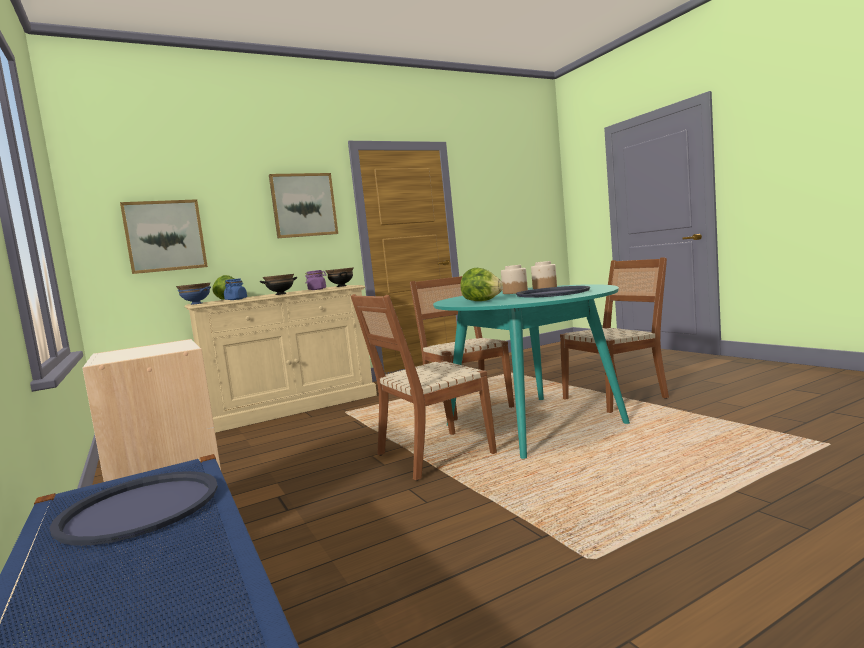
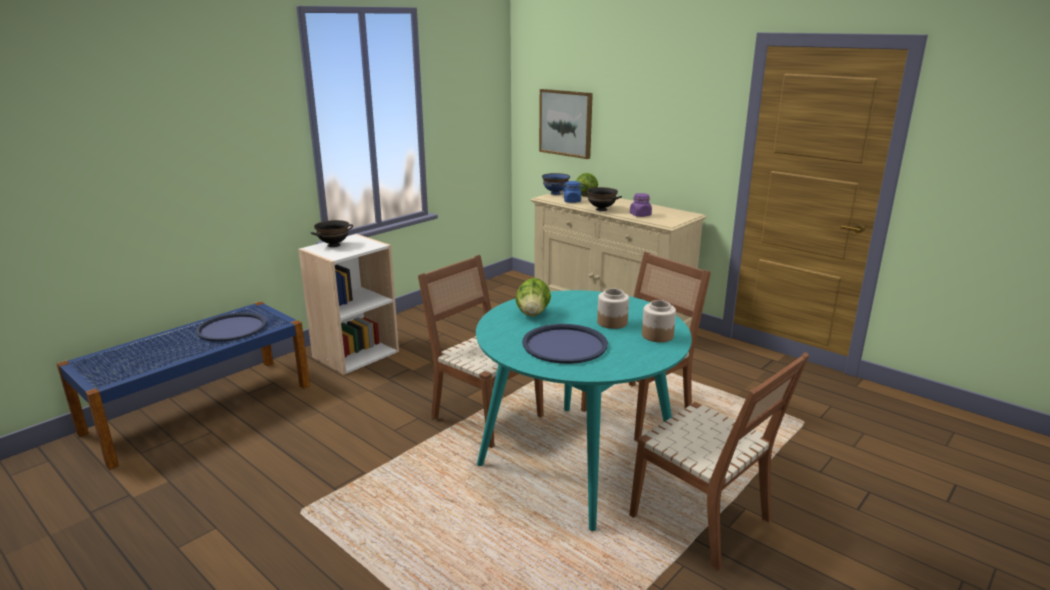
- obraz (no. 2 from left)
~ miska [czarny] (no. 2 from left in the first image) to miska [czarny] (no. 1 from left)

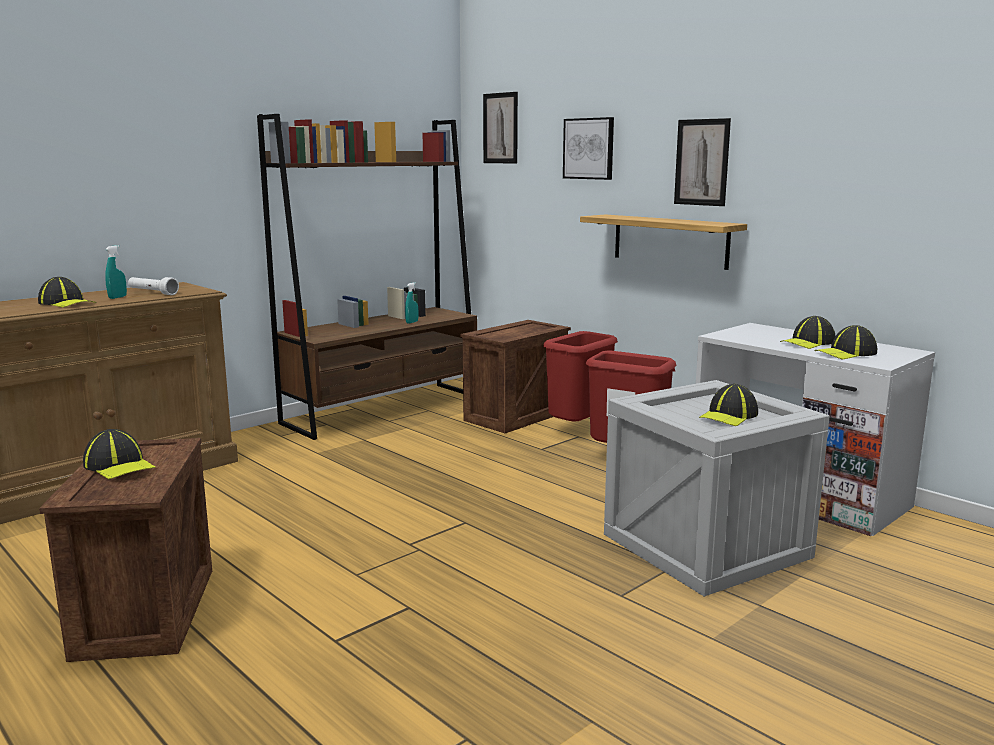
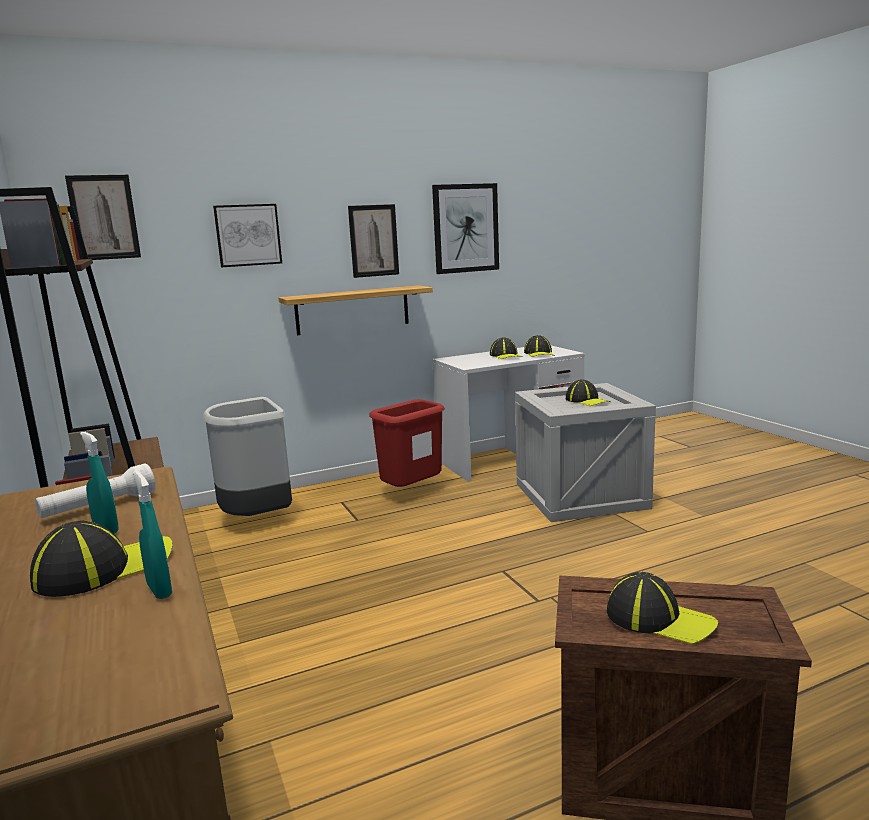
- kosz na śmieci [czerwony] (no. 1 from left)
+ obraz (no. 4 from left)
~ spryskiwacz [turkusowy] (no. 2 from left)
~ skrzynka (no. 2 from left) to kosz na śmieci [szary]
~ czapka z daszkiem (no. 2 from left in the first image) 60 degrees clockwise

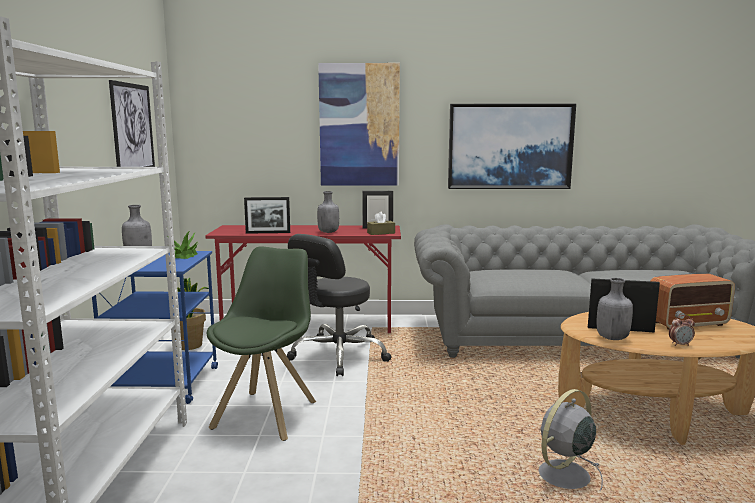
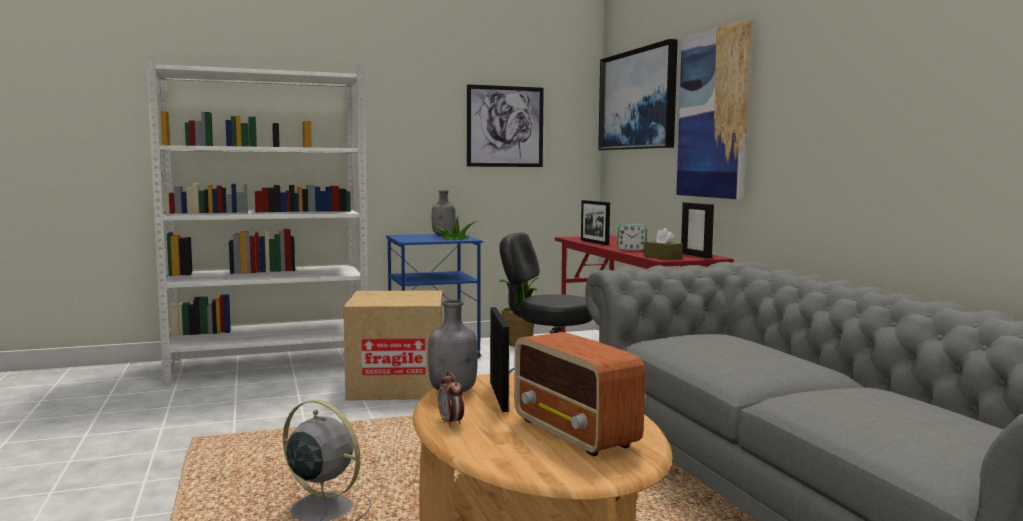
~ obraz (no. 3 from left in the first image) to obraz (no. 2 from left)
~ krzesło [zielony] to karton
~ butelka [szary] (no. 2 from left) to budzik (no. 2 from left)

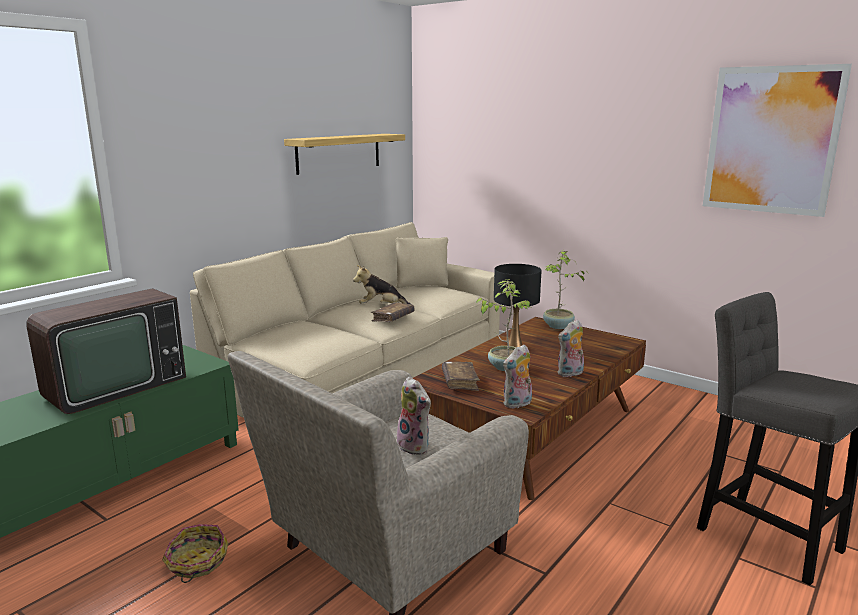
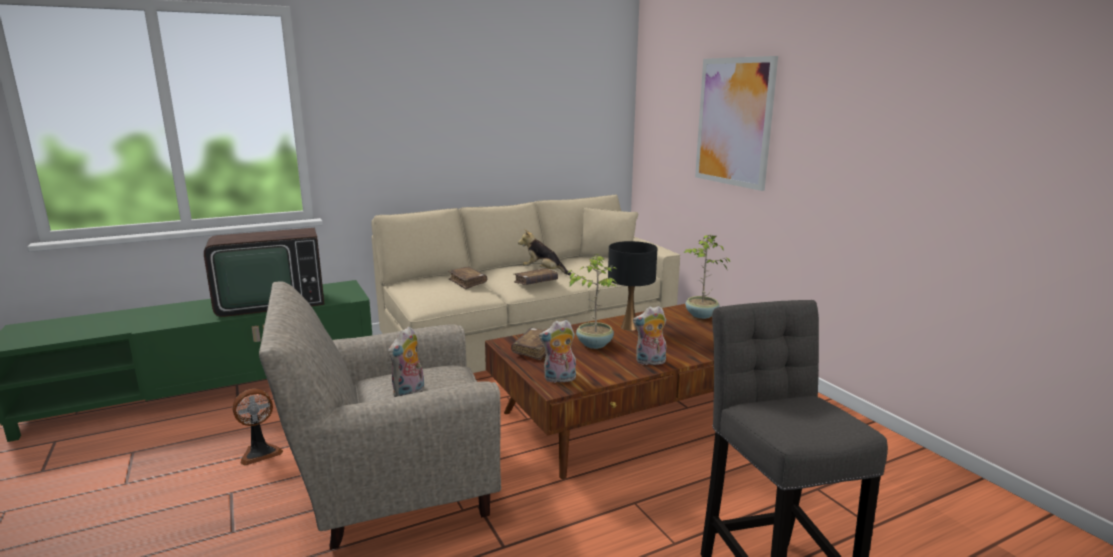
- półka
+ książka [brązowy] (no. 1 from left)
~ obraz
~ koszyk to wentylator
~ pluszak (no. 2 from left in the first image) 45 degrees clockwise

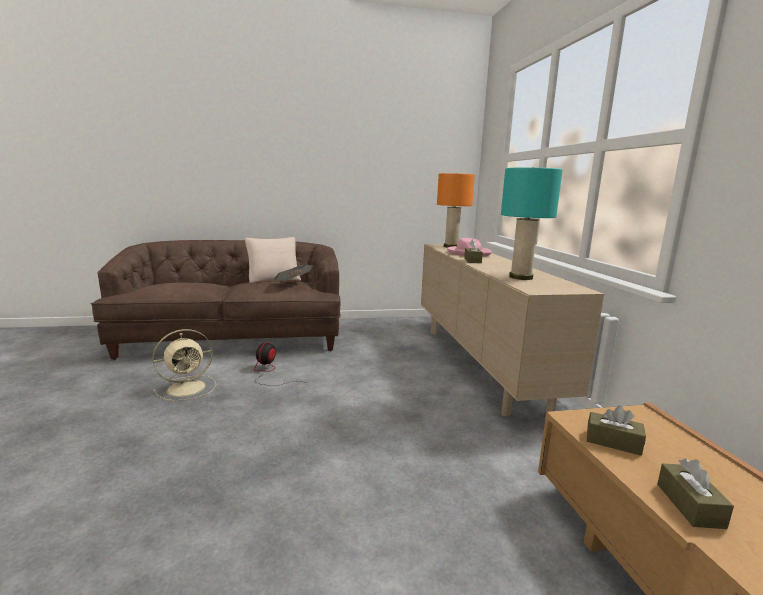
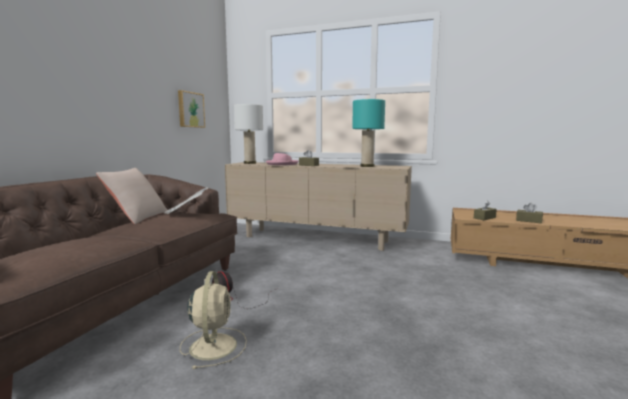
+ obraz
~ lampa stołowa [pomarańczowy] to lampa stołowa [biały]

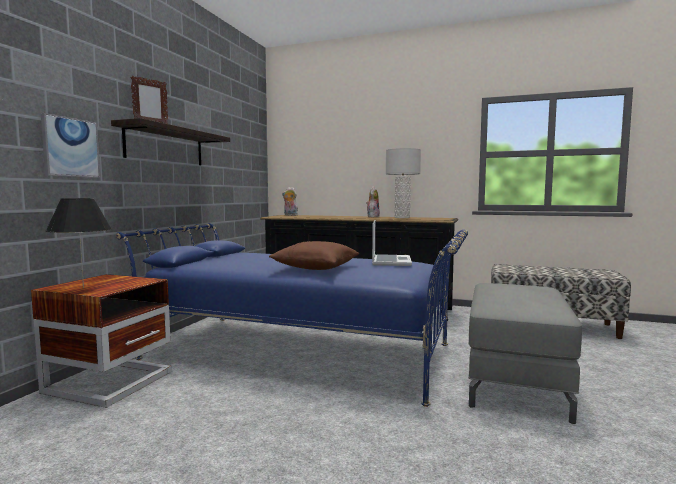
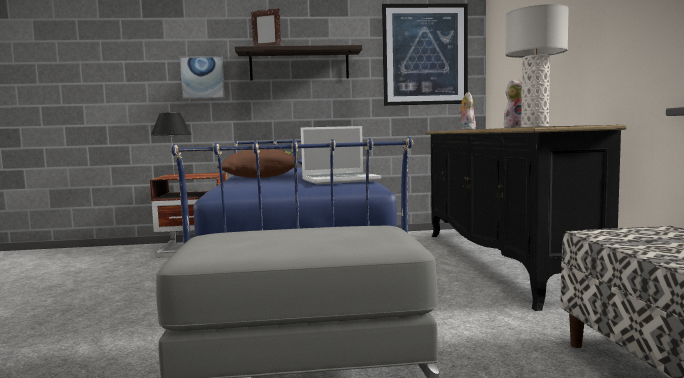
+ obraz (no. 2 from left)

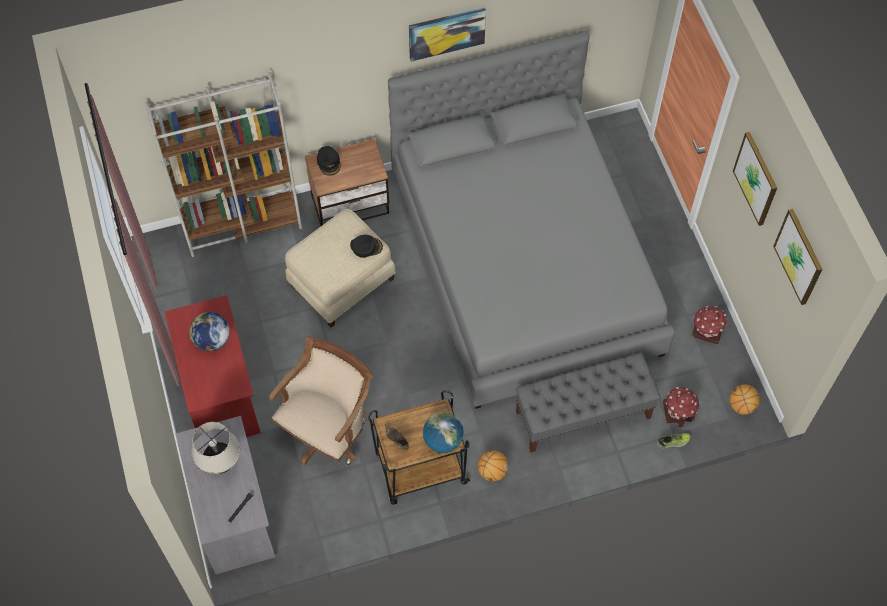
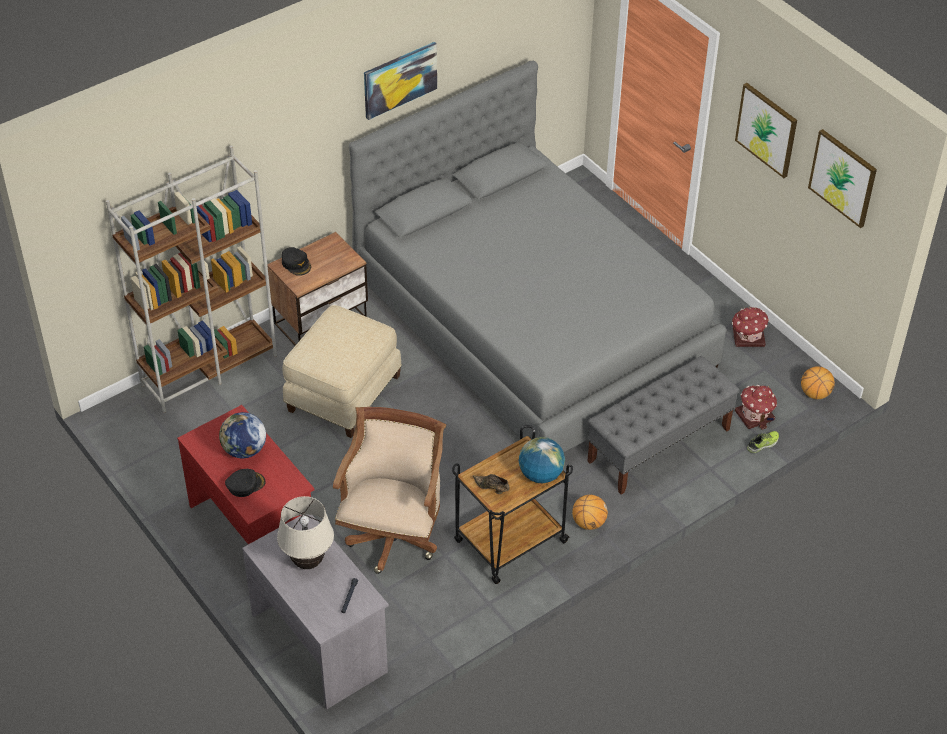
~ czapka z daszkiem [czarny] (no. 2 from left in the first image) to czapka z daszkiem [czarny] (no. 1 from left)

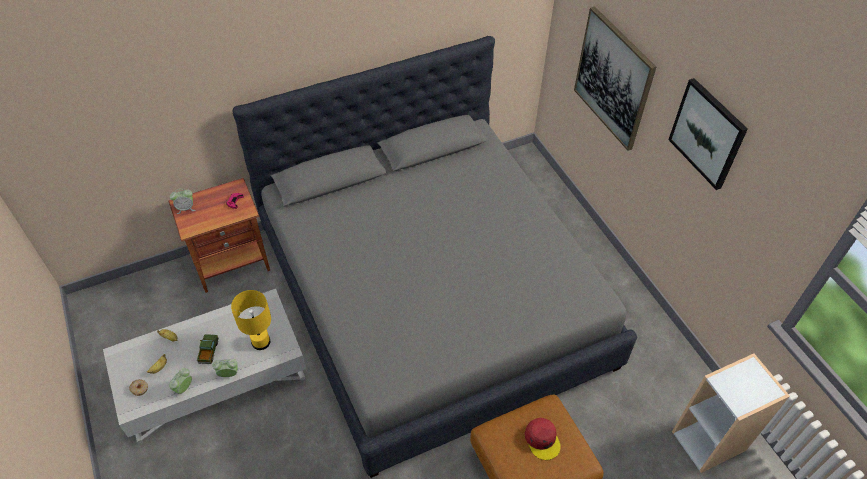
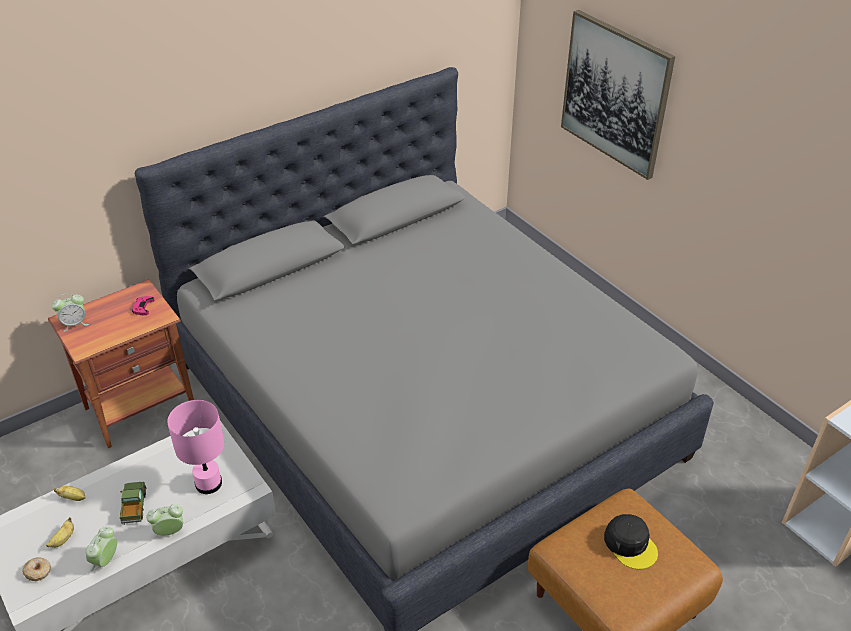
- obraz (no. 2 from left)
~ lampa stołowa [żółty] to lampa stołowa [różowy]
~ czapka z daszkiem [czerwony] to czapka z daszkiem [czarny]

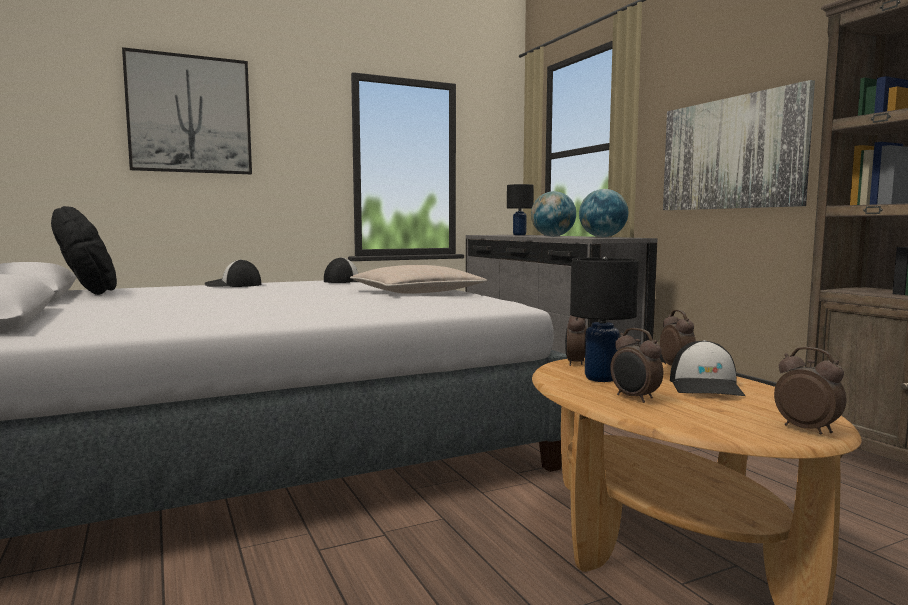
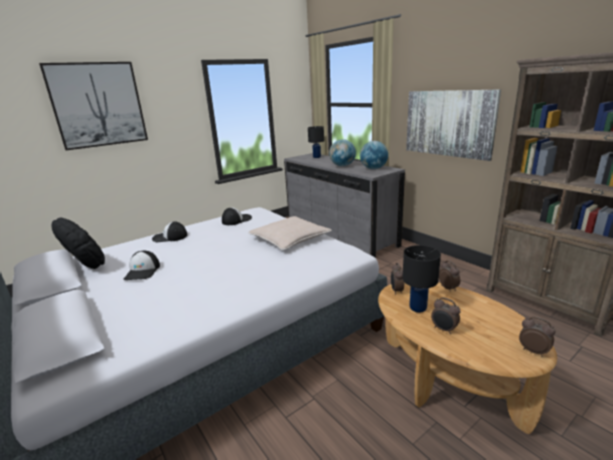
~ czapka z daszkiem (no. 3 from left in the first image) to czapka z daszkiem (no. 1 from left)

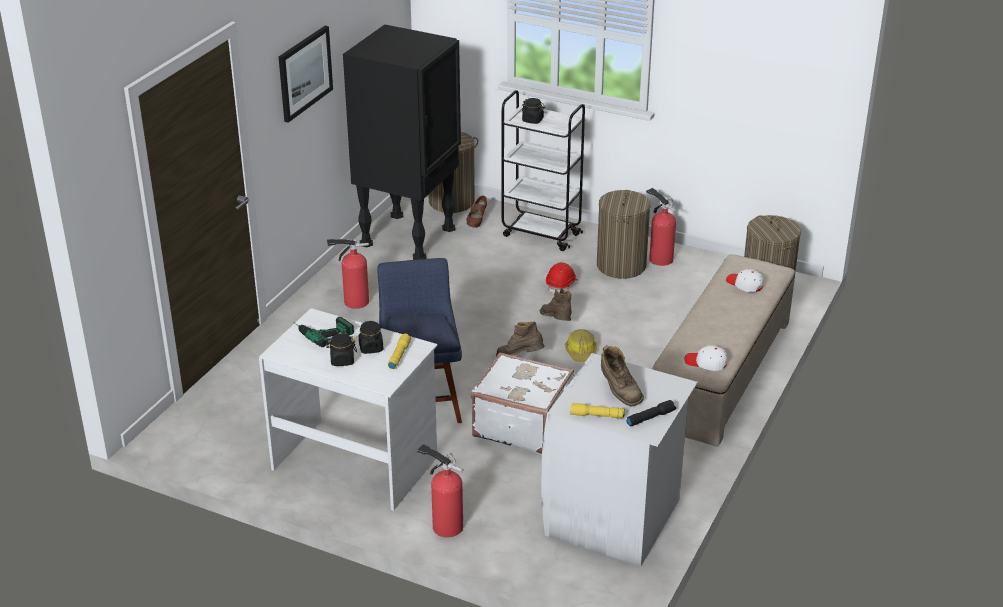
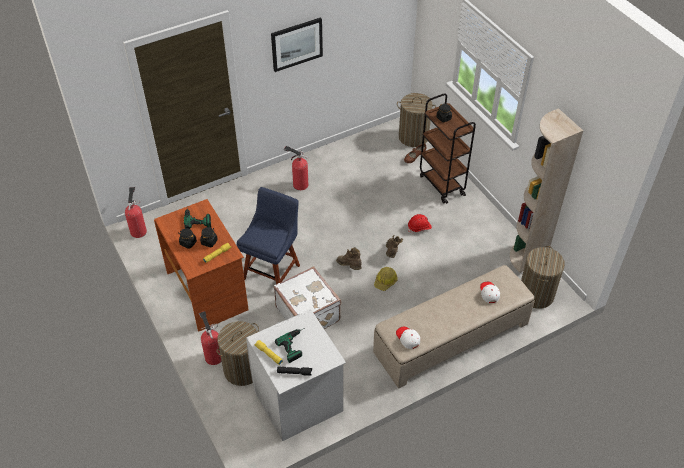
- szafka [czarny]
+ regał [beżowy]
~ kosz na pranie (no. 2 from left in the first image) to kosz na pranie (no. 1 from left)
~ gaśnica (no. 3 from left in the first image) to gaśnica (no. 1 from left)
~ but z cholewką [brązowy] (no. 3 from left) to wiertarka (no. 2 from left)
~ biurko [biały] to biurko [brązowy]
~ wózek [biały] to wózek [brązowy]

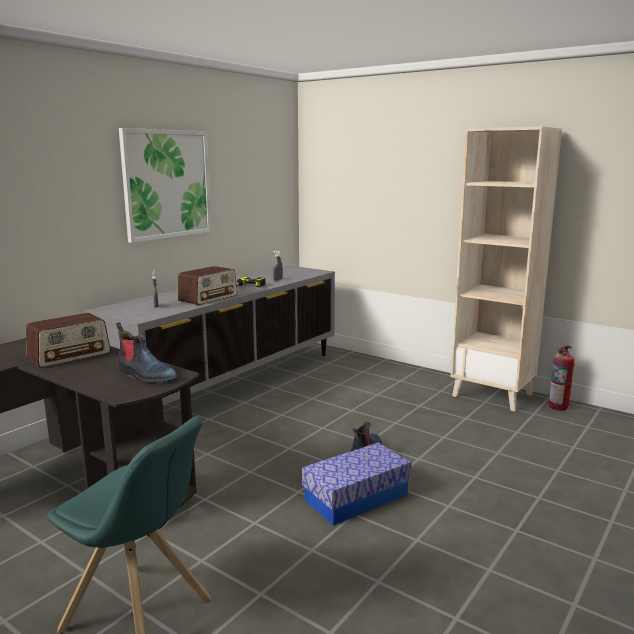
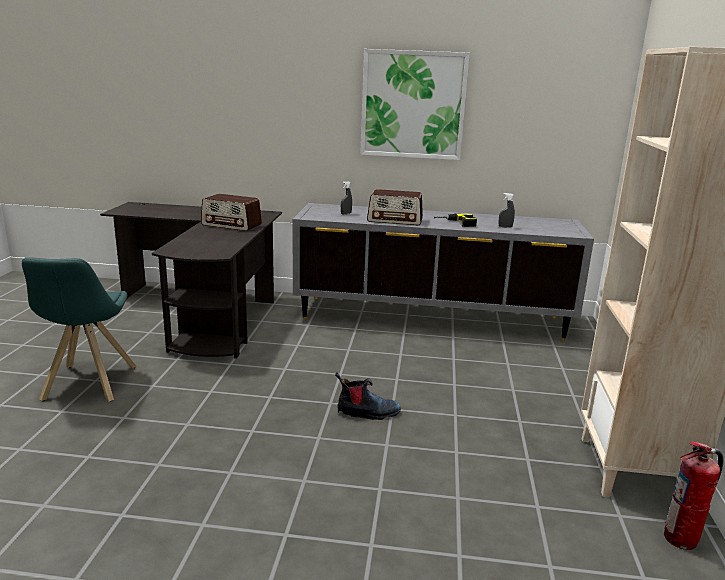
- but z cholewką (no. 1 from left)
- pojemnik do przechowywania

